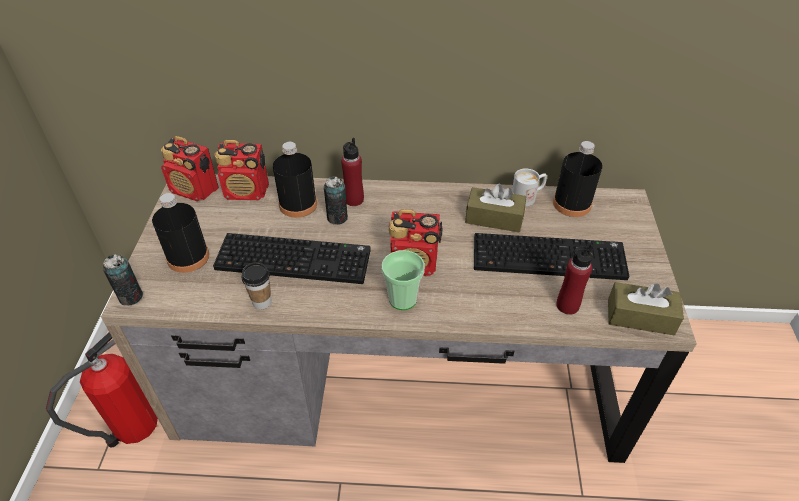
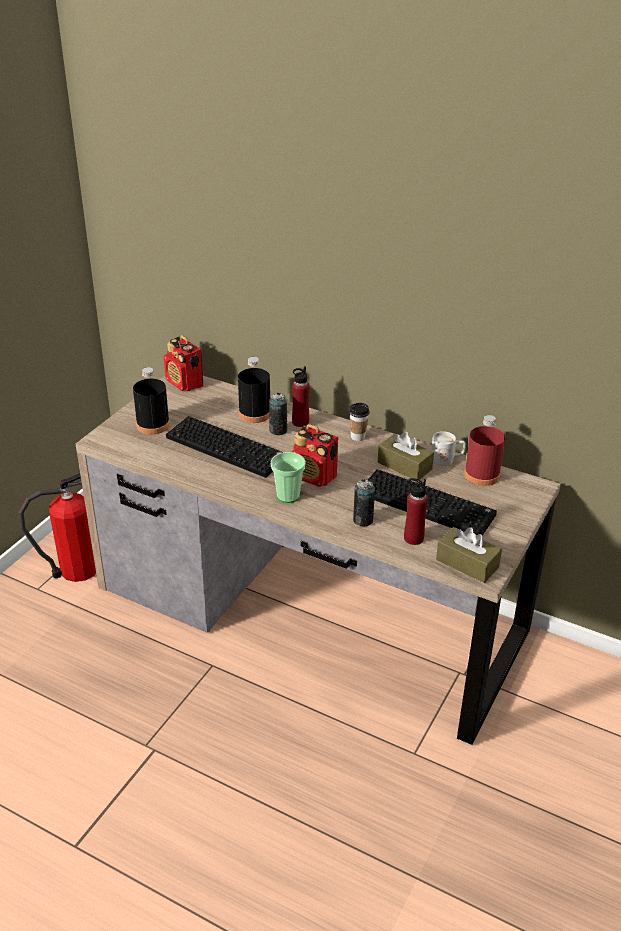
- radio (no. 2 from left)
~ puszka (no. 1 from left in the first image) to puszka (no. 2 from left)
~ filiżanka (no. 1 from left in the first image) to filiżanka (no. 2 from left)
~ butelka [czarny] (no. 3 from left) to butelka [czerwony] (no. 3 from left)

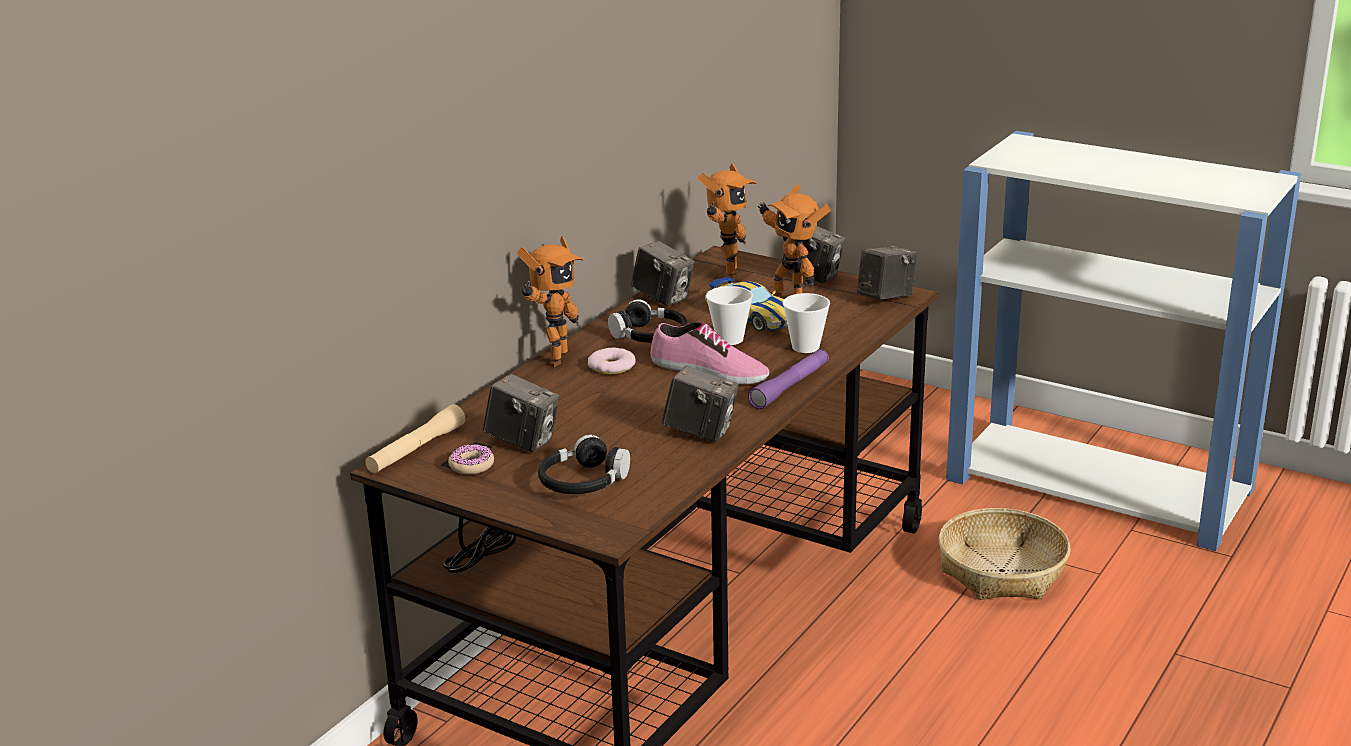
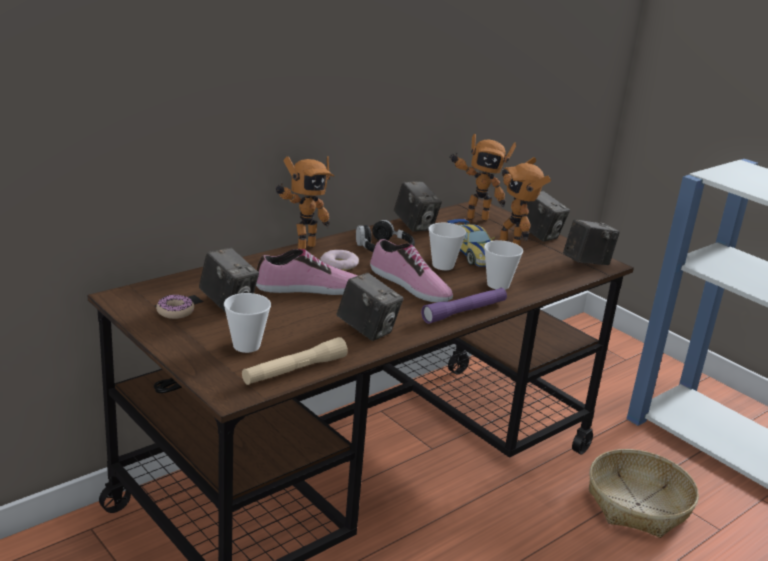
+ but (no. 1 from left)
~ latarka [beżowy]
~ słuchawki [czarny] (no. 1 from left) to filiżanka (no. 1 from left)
~ robot zabawkowy (no. 2 from left) 45 degrees clockwise

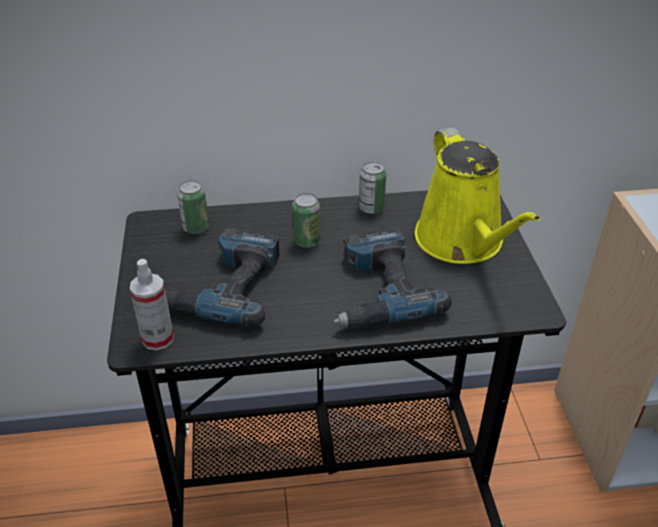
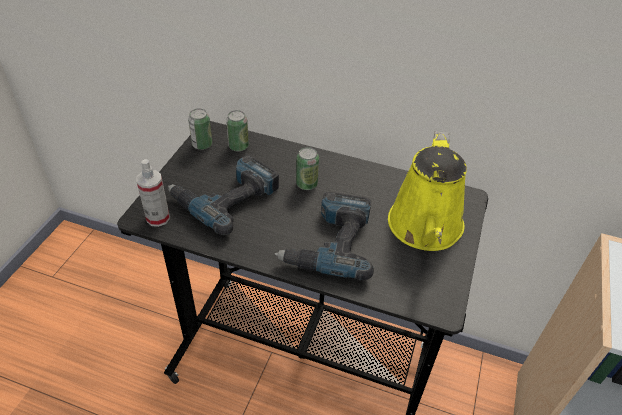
~ puszka (no. 3 from left in the first image) to puszka (no. 1 from left)

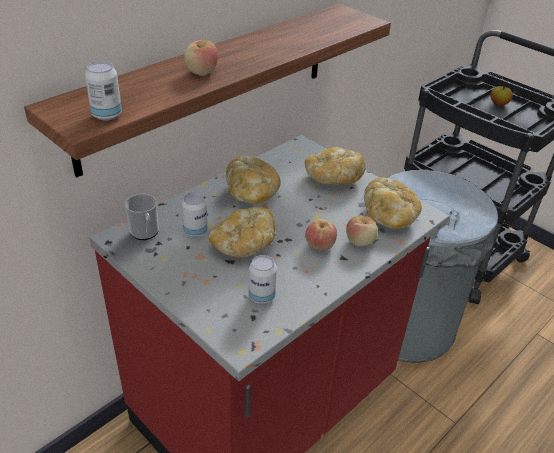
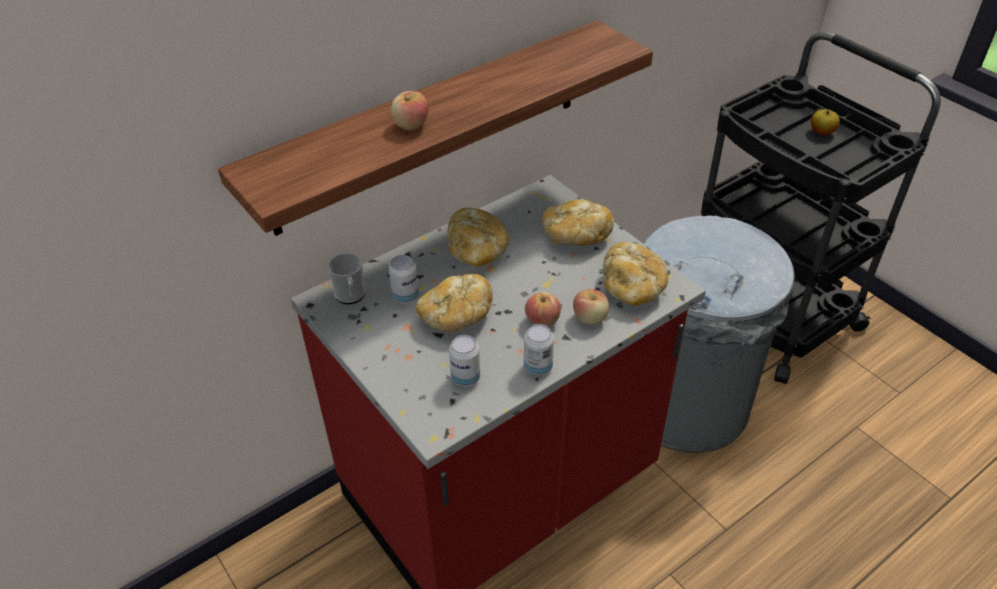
~ puszka (no. 1 from left in the first image) to puszka (no. 3 from left)

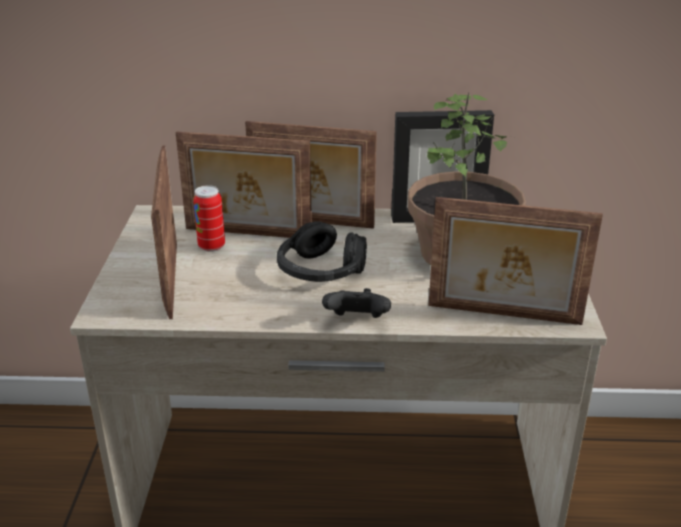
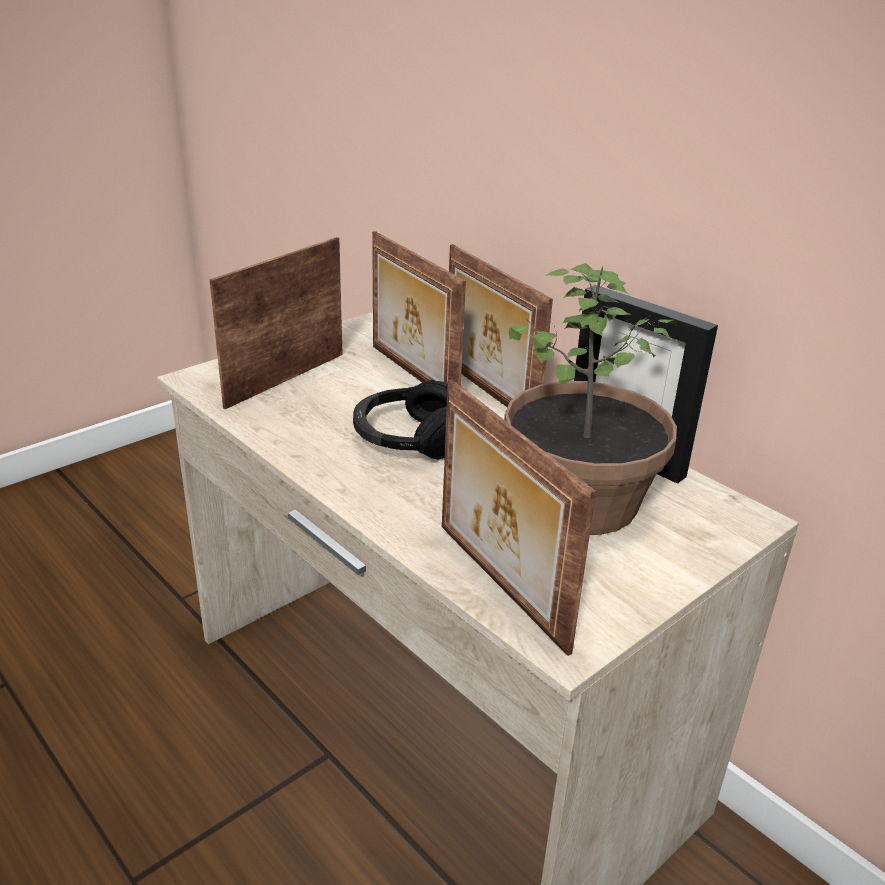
- puszka
- pad do gier [czarny]

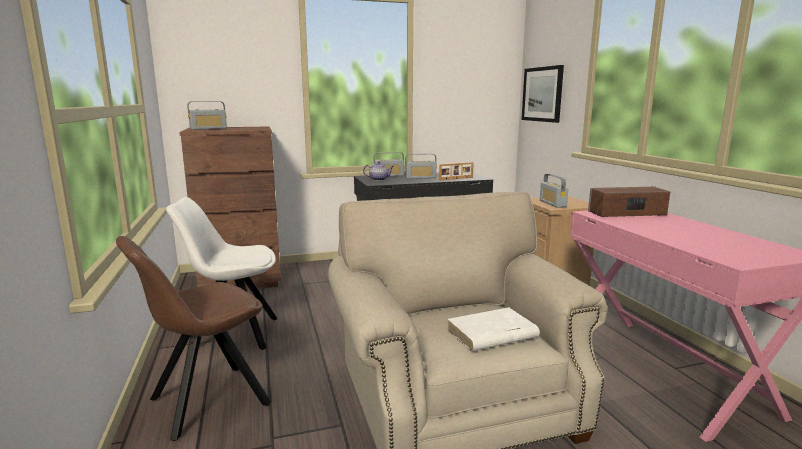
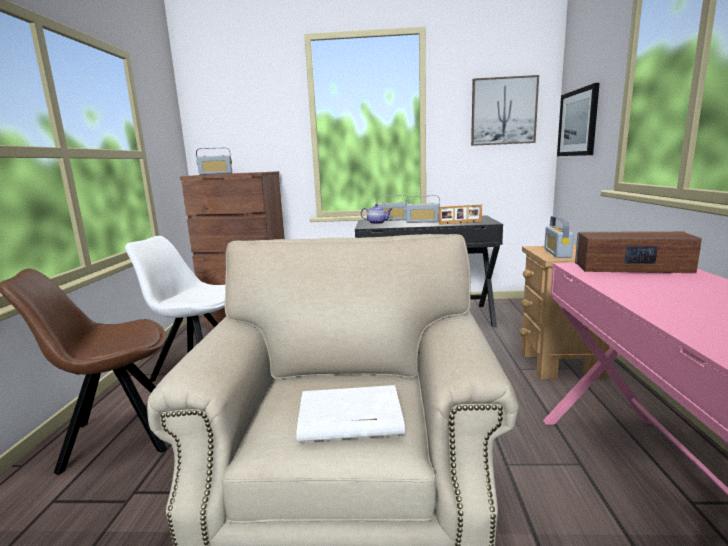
+ obraz (no. 1 from left)

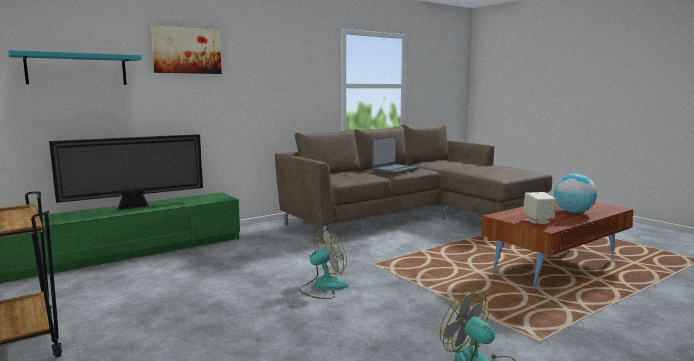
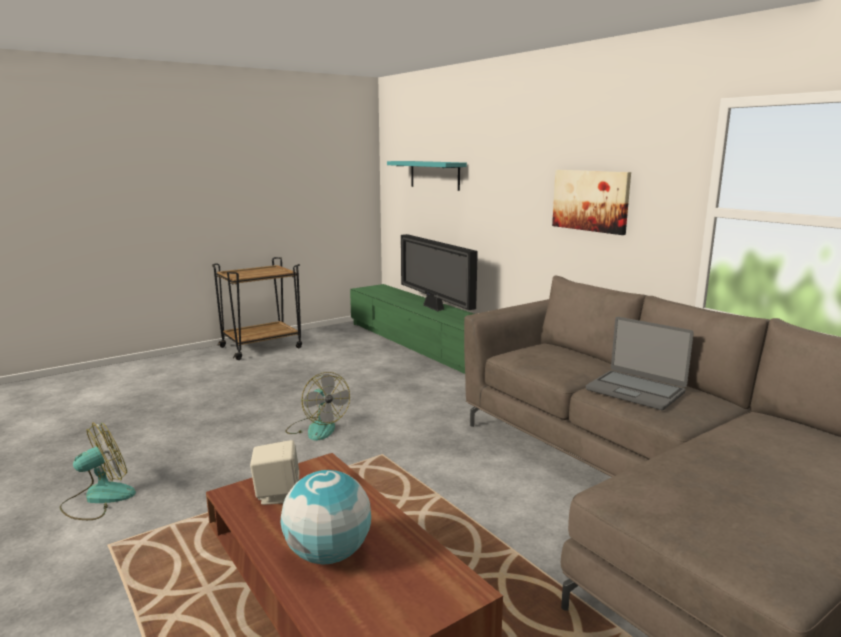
~ obraz

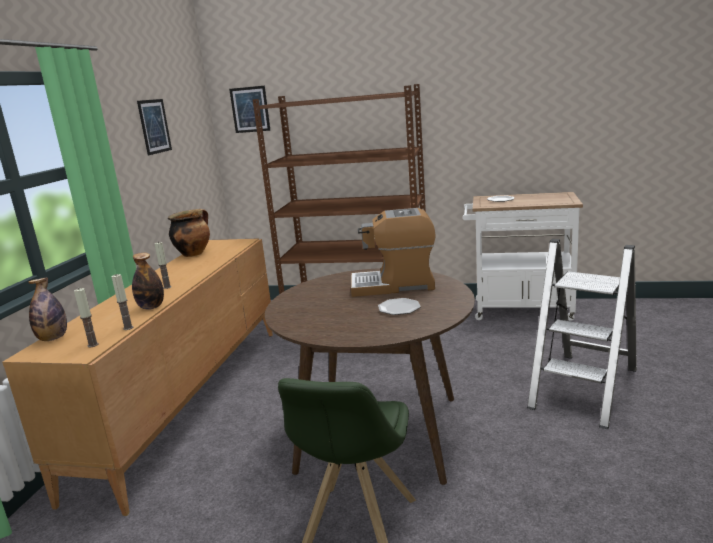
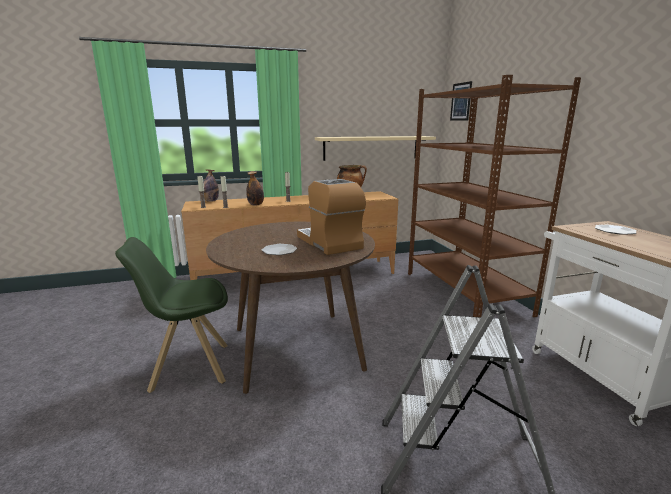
- obraz (no. 1 from left)
+ półka [beżowy]

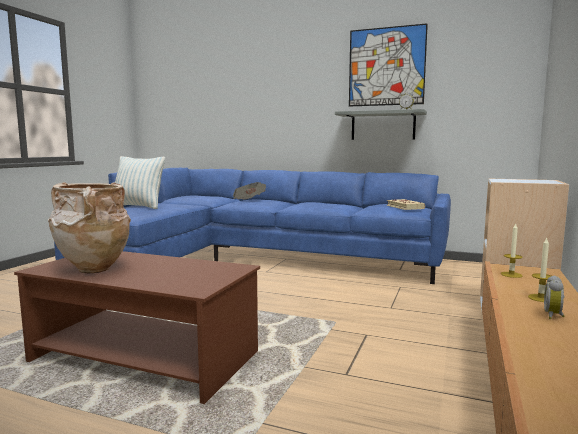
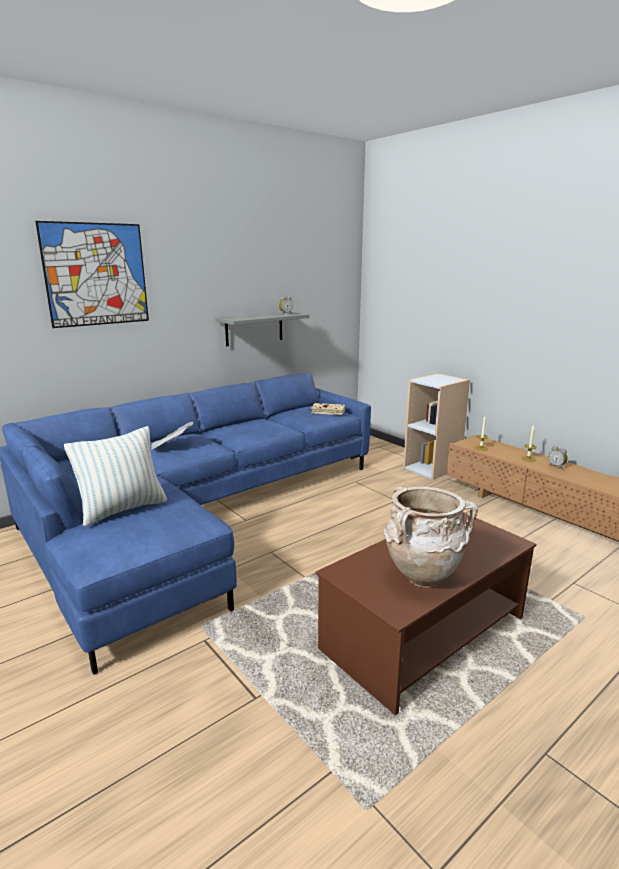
~ obraz

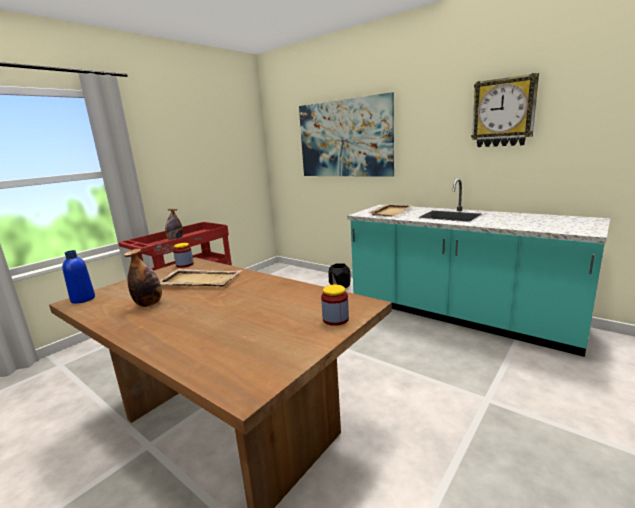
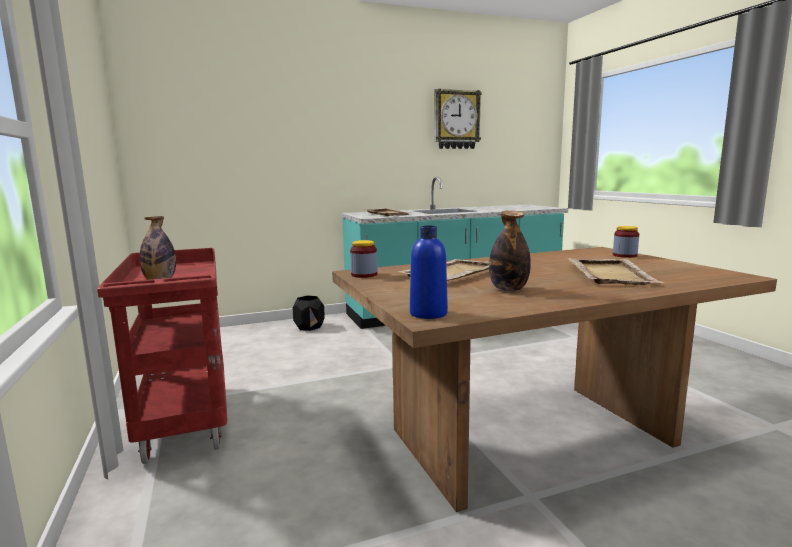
- obraz
+ taca [beżowy] (no. 3 from left)

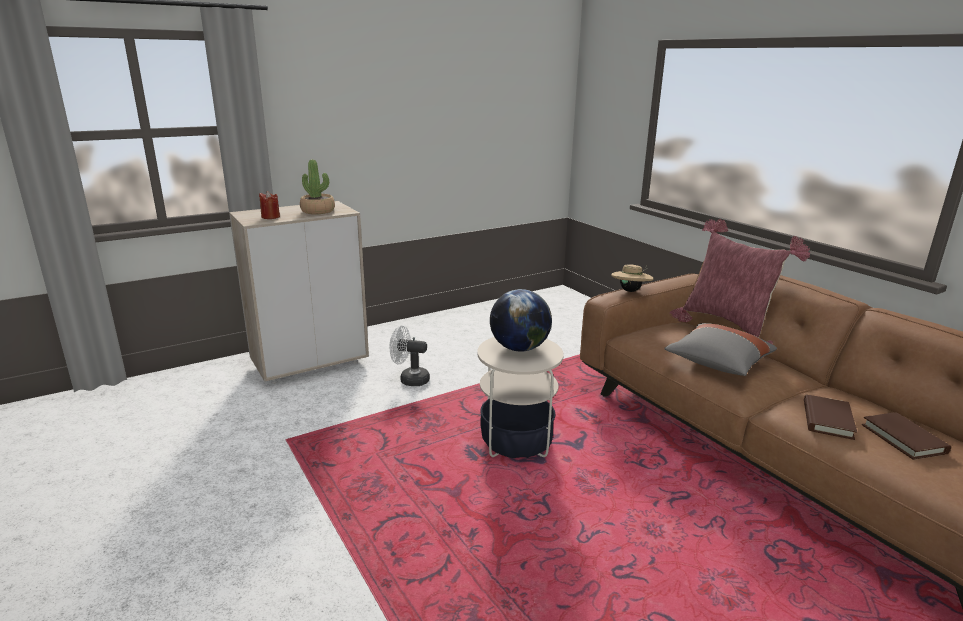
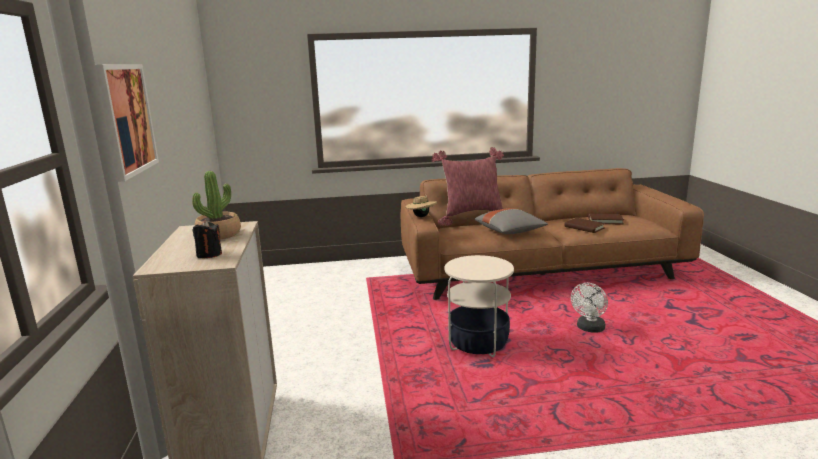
- globus
+ obraz
~ wentylator [biały]
~ świeca [czerwony] to świeca [czarny]

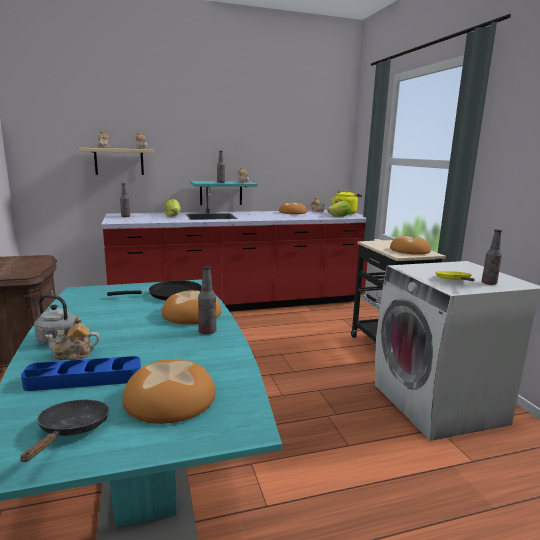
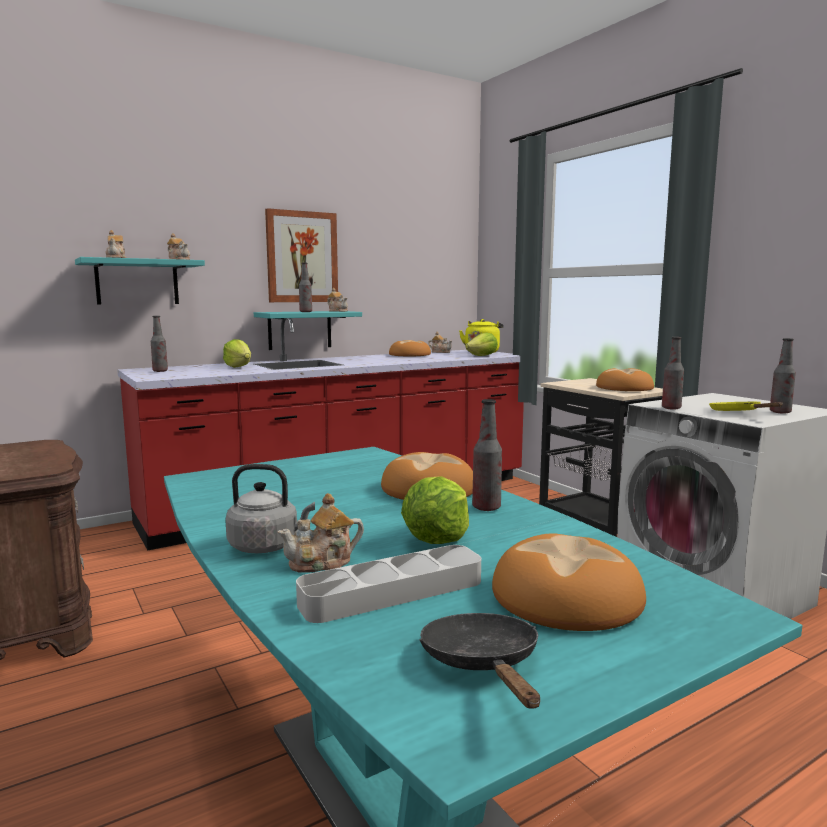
- patelnia [czarny] (no. 2 from left)
+ obraz
+ sałata (no. 2 from left)
+ butelka (no. 4 from left)
~ taca [niebieski] to taca [szary]
~ półka [beżowy] to półka [turkusowy] (no. 1 from left)

